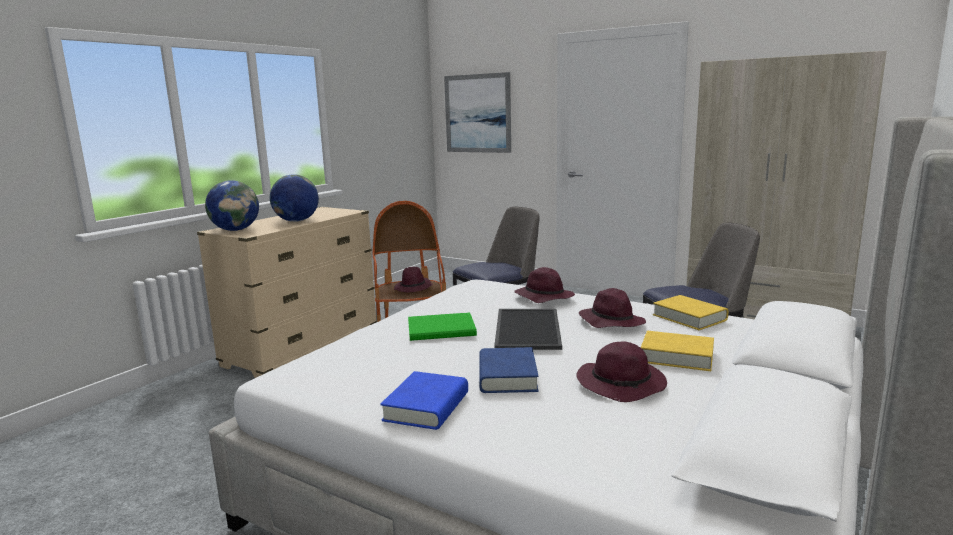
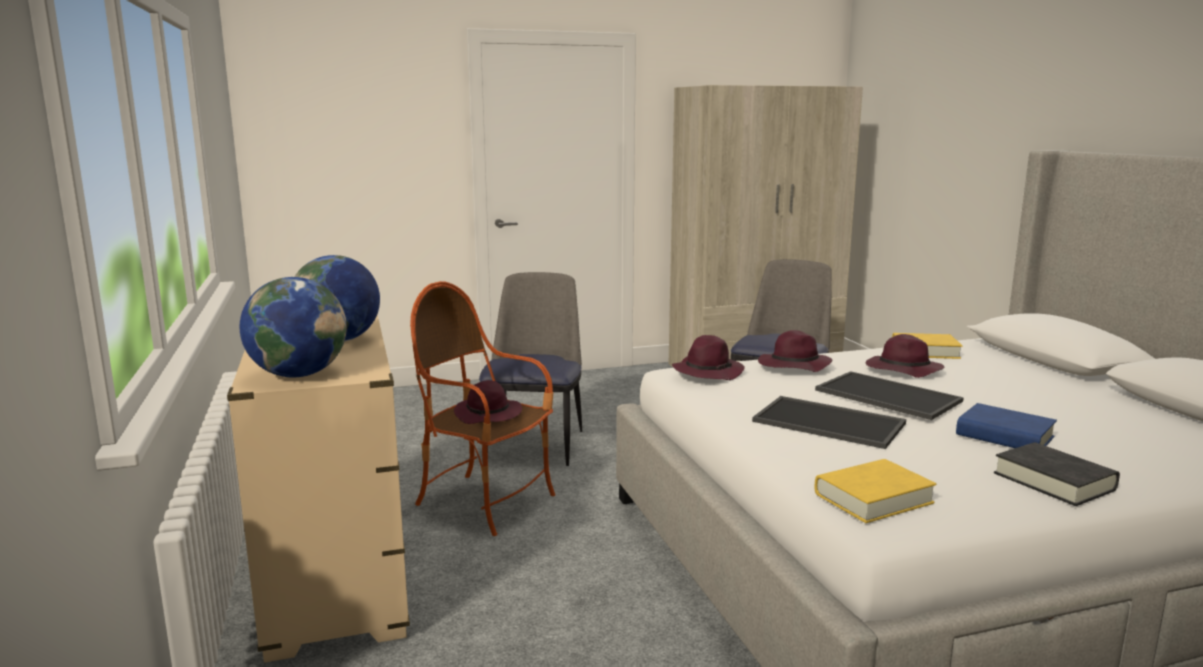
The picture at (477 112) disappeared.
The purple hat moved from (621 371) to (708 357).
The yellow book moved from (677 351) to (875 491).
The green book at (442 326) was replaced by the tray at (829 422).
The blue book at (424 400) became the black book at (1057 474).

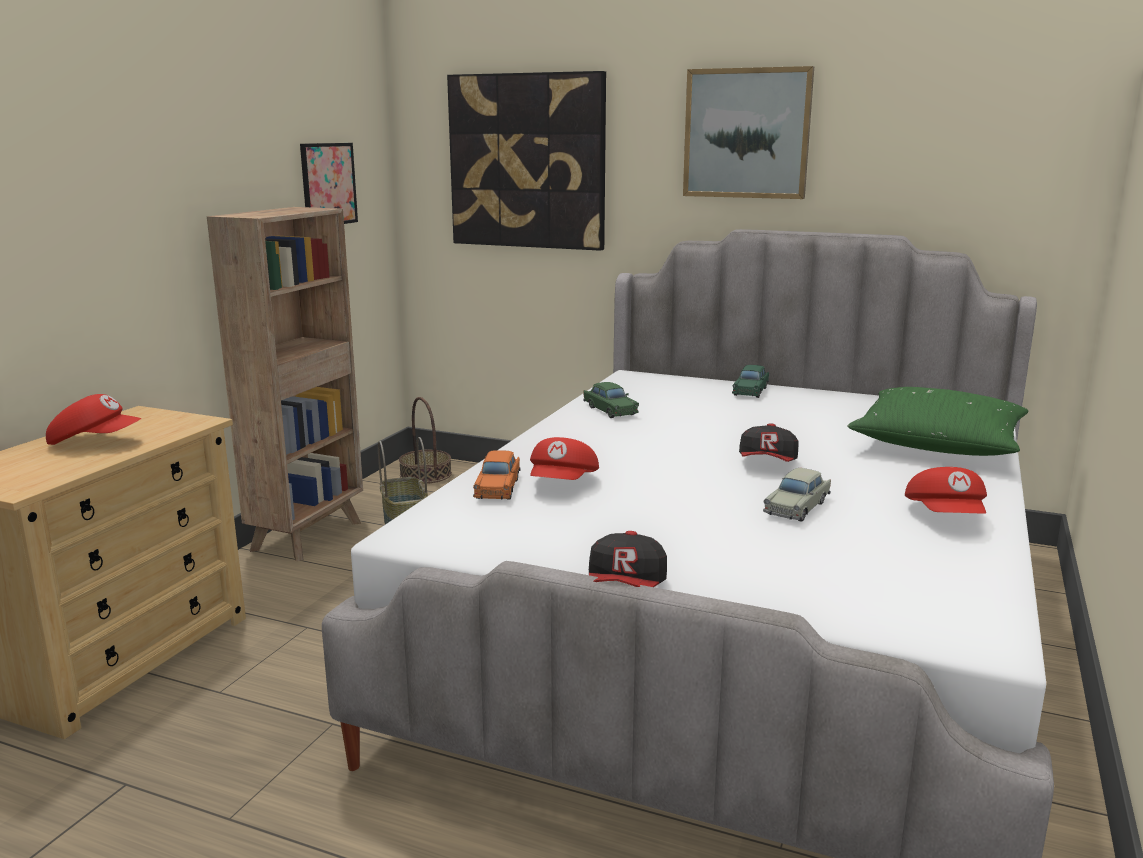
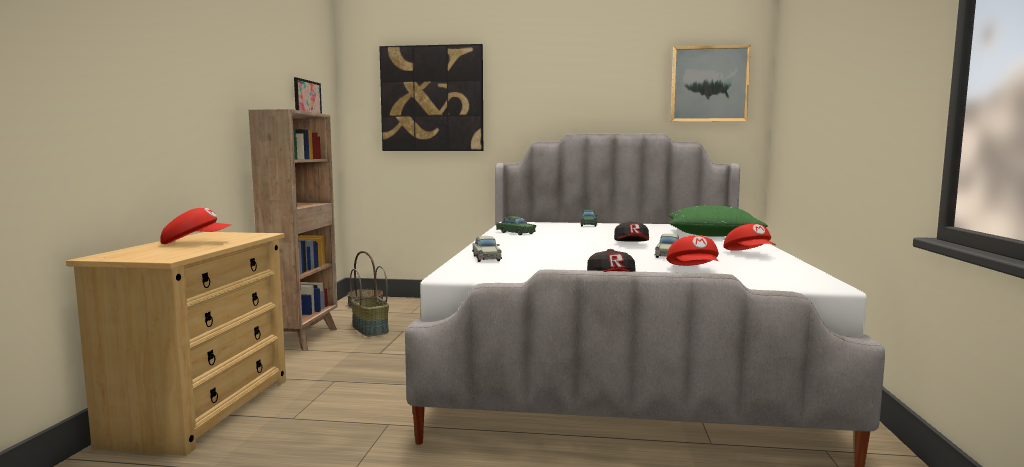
The red cap moved from (564 458) to (692 250).
The picture moved from (748 132) to (710 83).
The orange toy car at (496 475) became the beige toy car at (487 249).

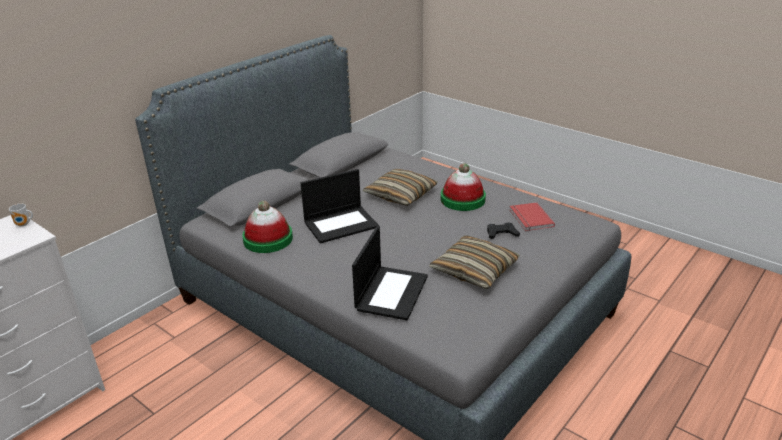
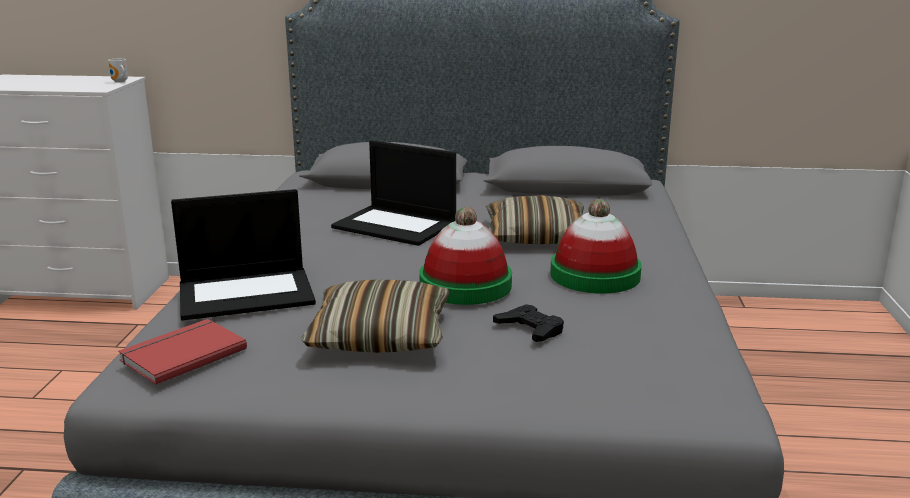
The hat moved from (267 227) to (465 256).
The red book moved from (532 216) to (182 352).

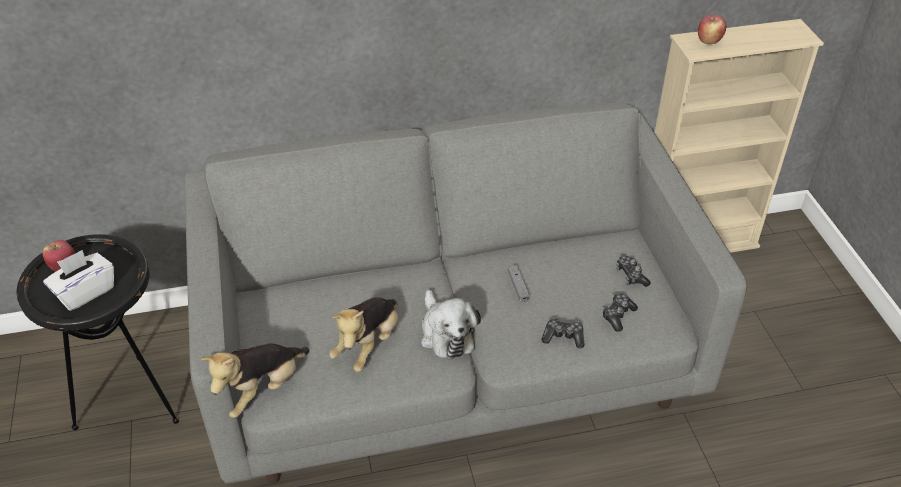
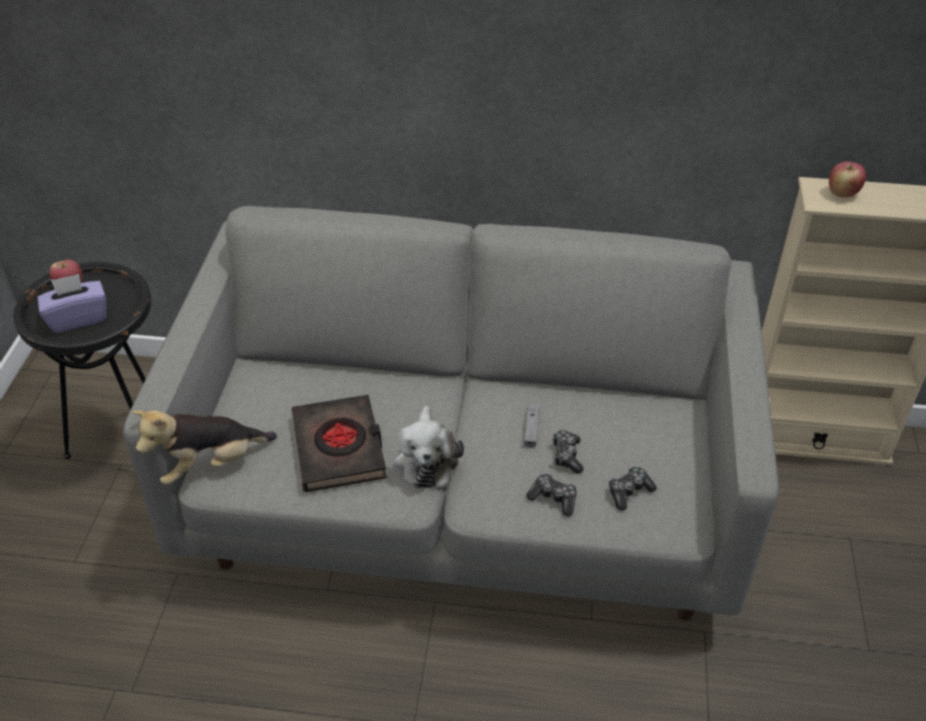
The game controller moved from (633 271) to (567 451).
The plush toy at (364 334) was replaced by the black book at (339 443).
The white tissue box at (78 280) became the purple tissue box at (72 303).

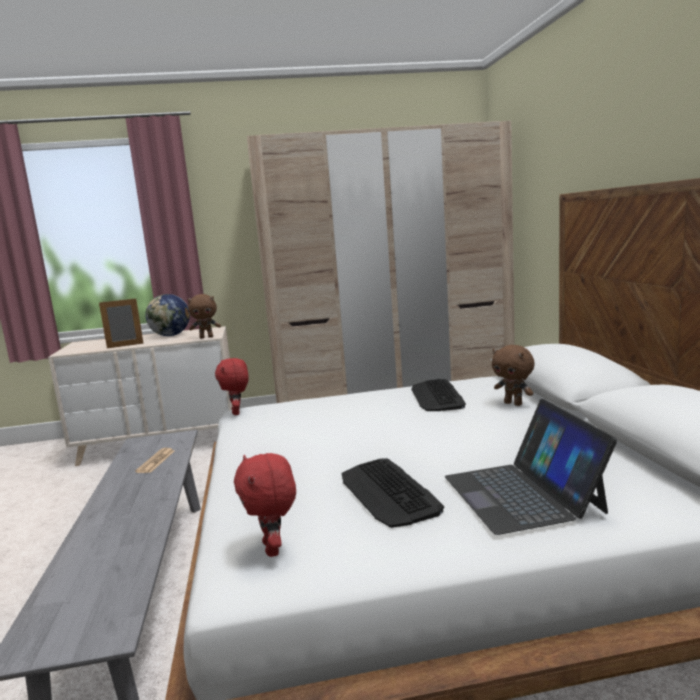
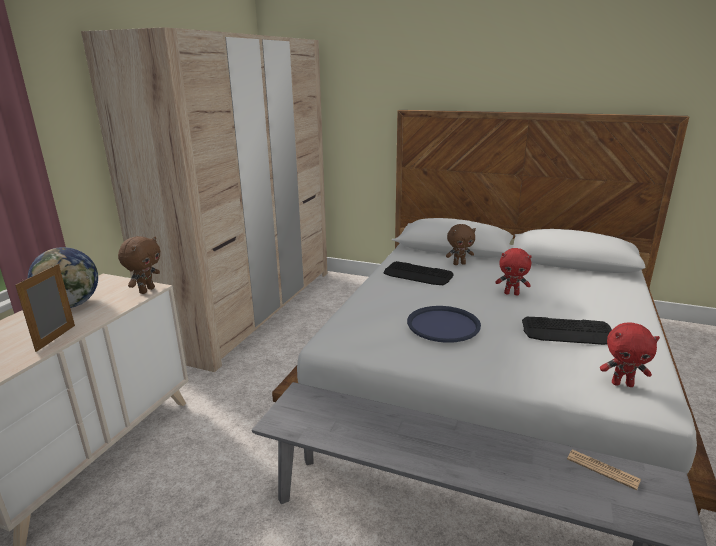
The laptop at (531 467) disappeared.
The blue tray at (444 324) appeared.
The newspaper moved from (154 460) to (604 469).
The red plush toy moved from (232 386) to (514 271).

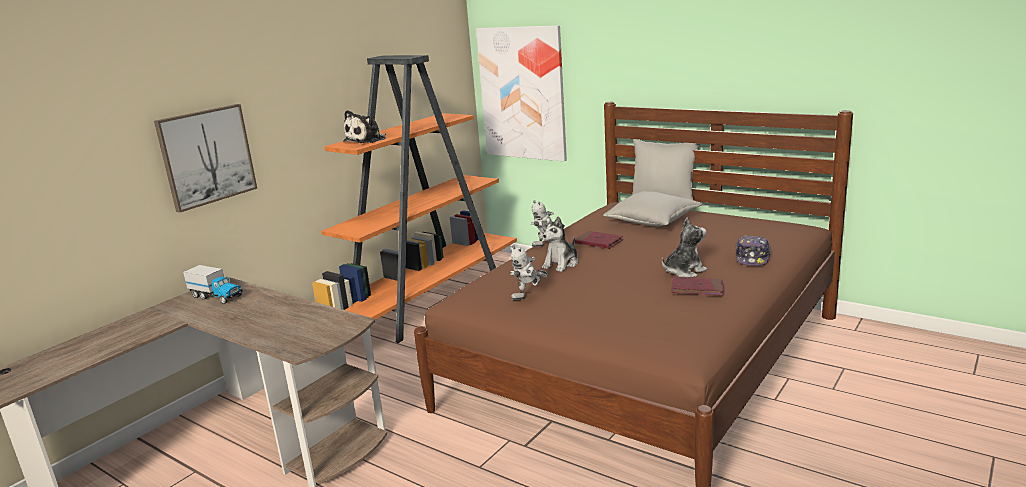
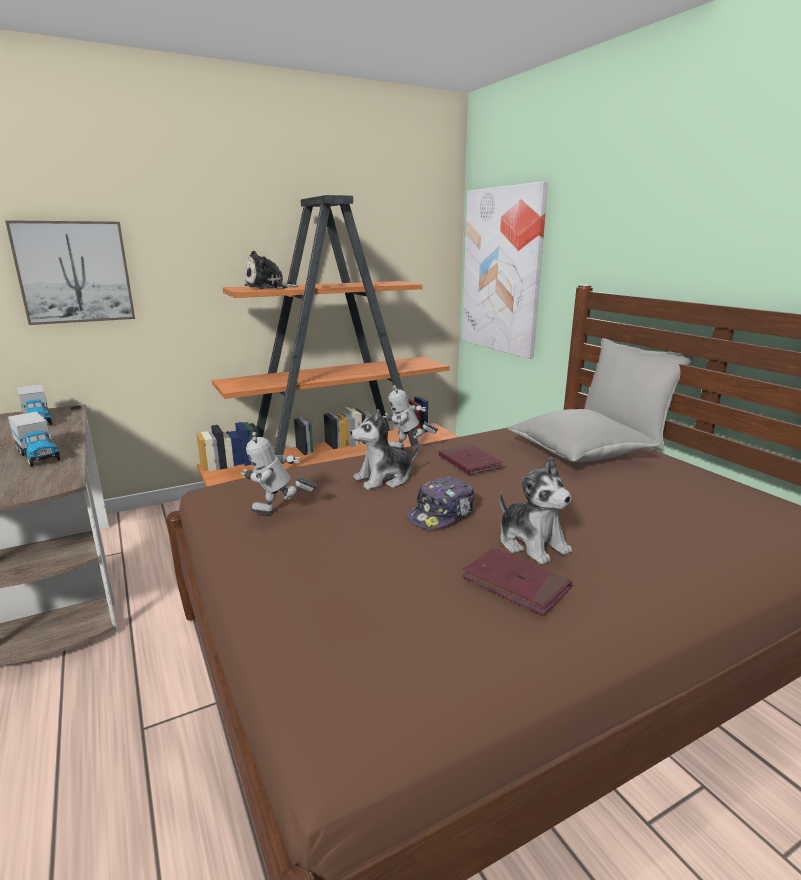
The toy truck at (34 439) appeared.
The cap moved from (753 250) to (440 503).
The plush toy at (684 247) turned 60 degrees clockwise.

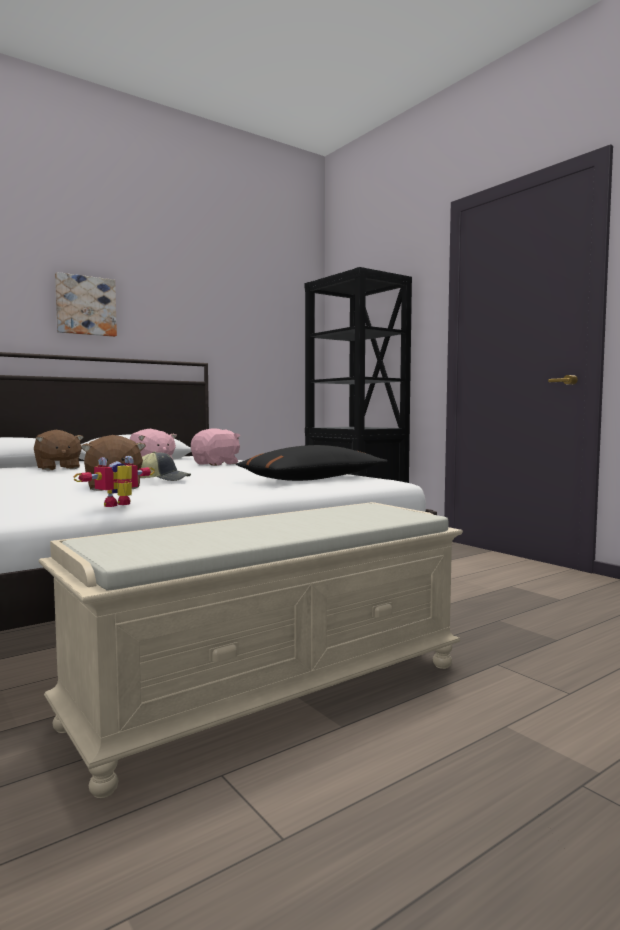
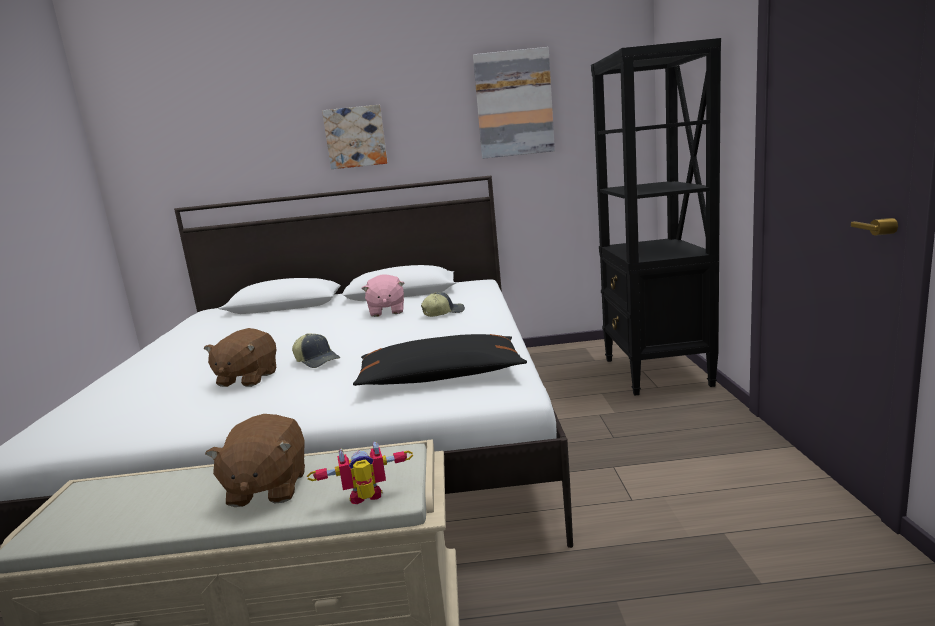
The picture at (514 103) appeared.
The brown plush toy moved from (59 450) to (255 460).
The toy robot moved from (114 481) to (360 473).
The pink plush toy at (215 447) was replaced by the cap at (443 304).

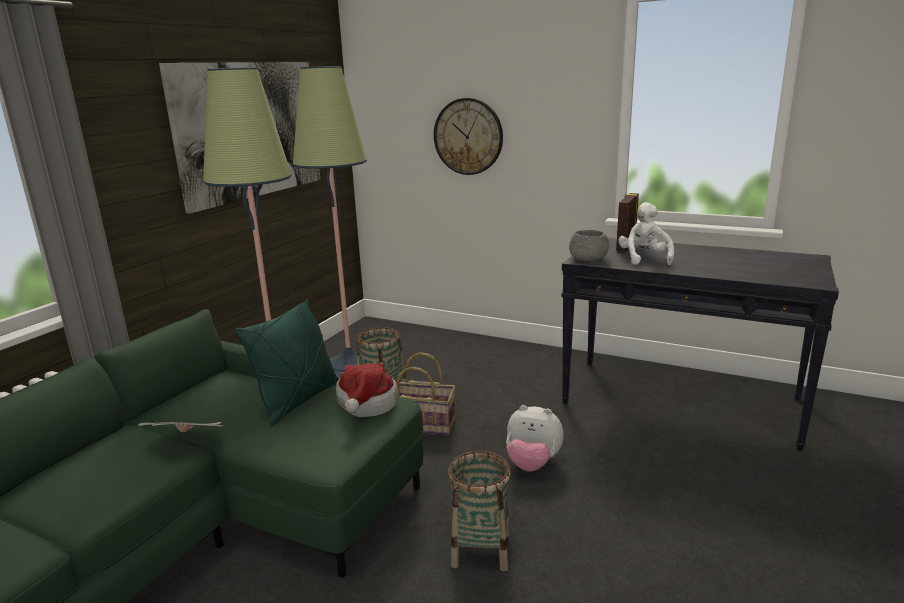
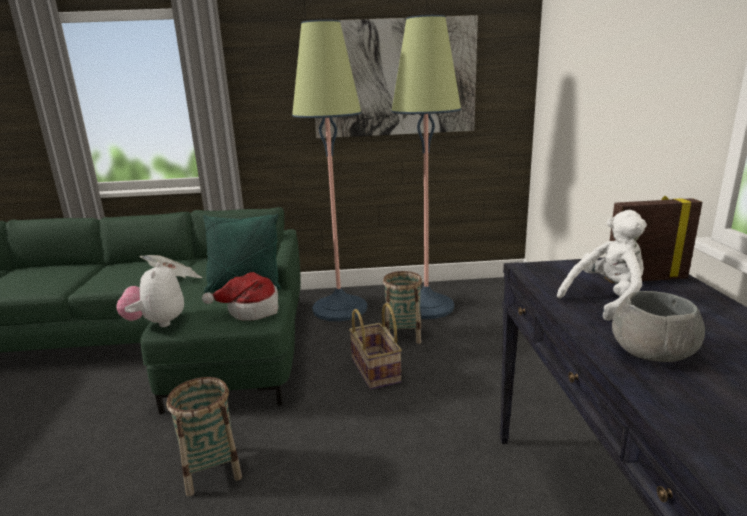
The wall clock at (468 136) disappeared.
The plush toy moved from (535 438) to (150 294).
The grey bowl moved from (589 246) to (658 326).

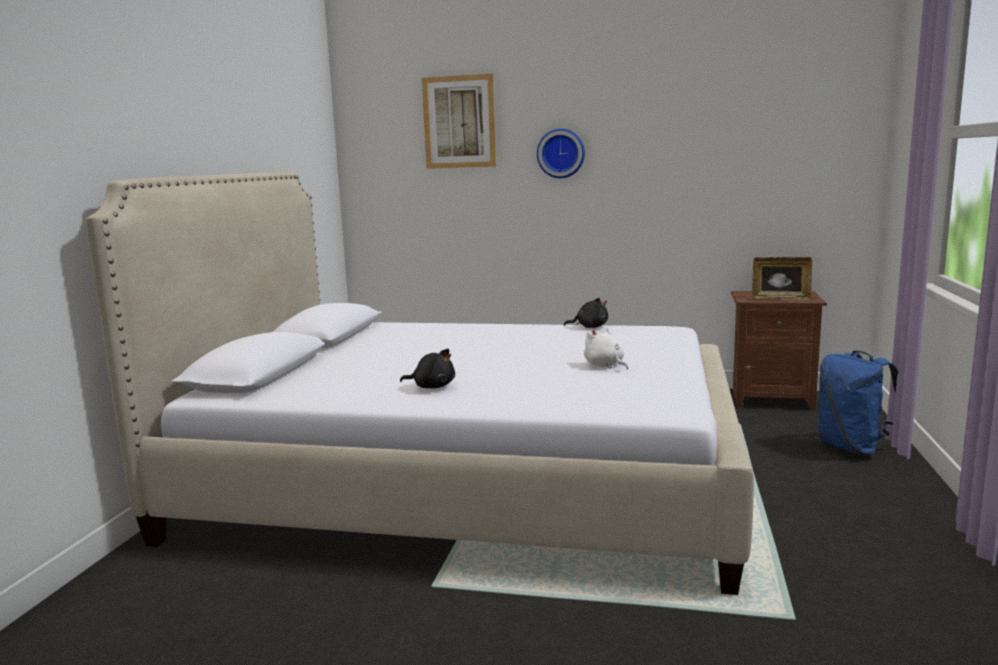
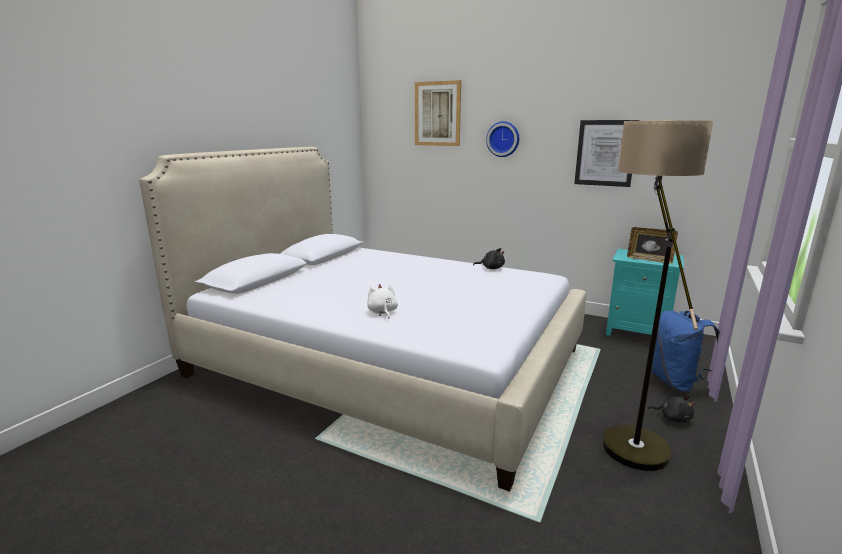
The picture at (606 153) appeared.
The floor lamp at (657 295) appeared.
The black plush toy moved from (427 368) to (671 409).
The white plush toy moved from (606 348) to (382 301).
The brown nightstand at (779 351) became the turquoise nightstand at (645 292).

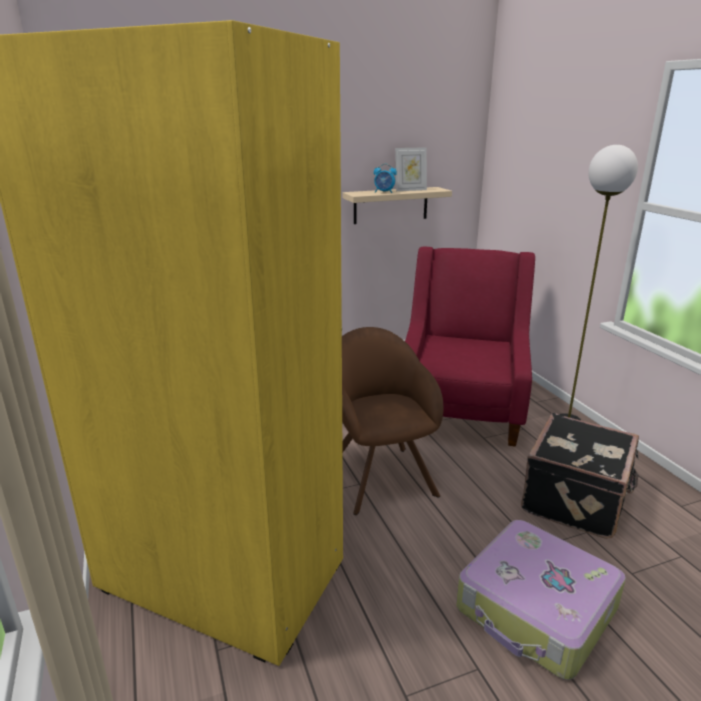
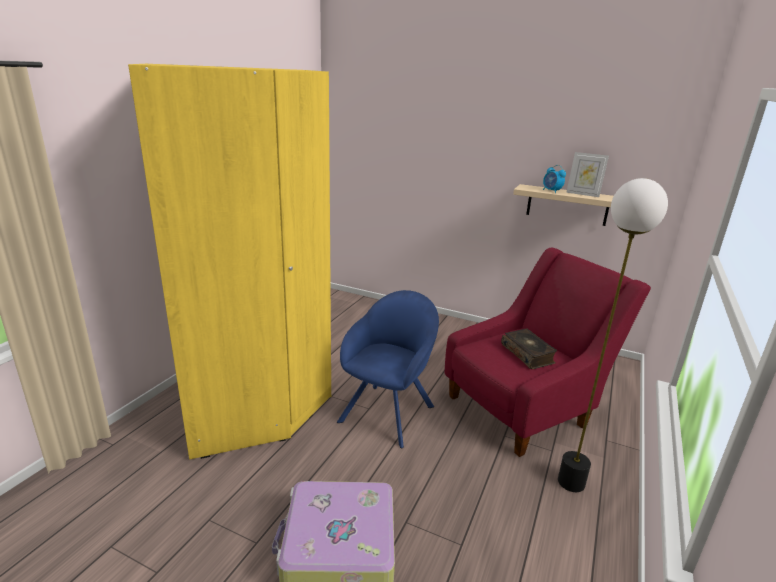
The black suitcase at (580 476) disappeared.
The book at (529 349) appeared.
The brown armchair at (392 421) became the blue armchair at (388 369).

